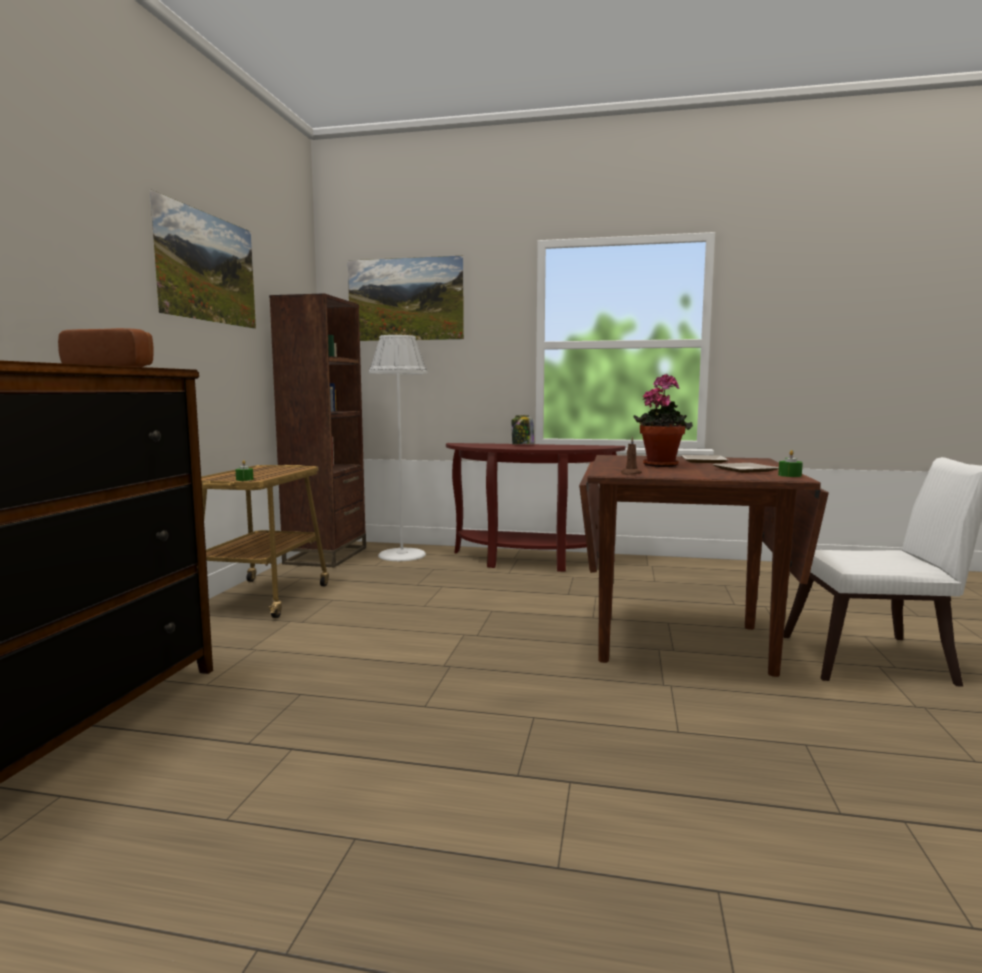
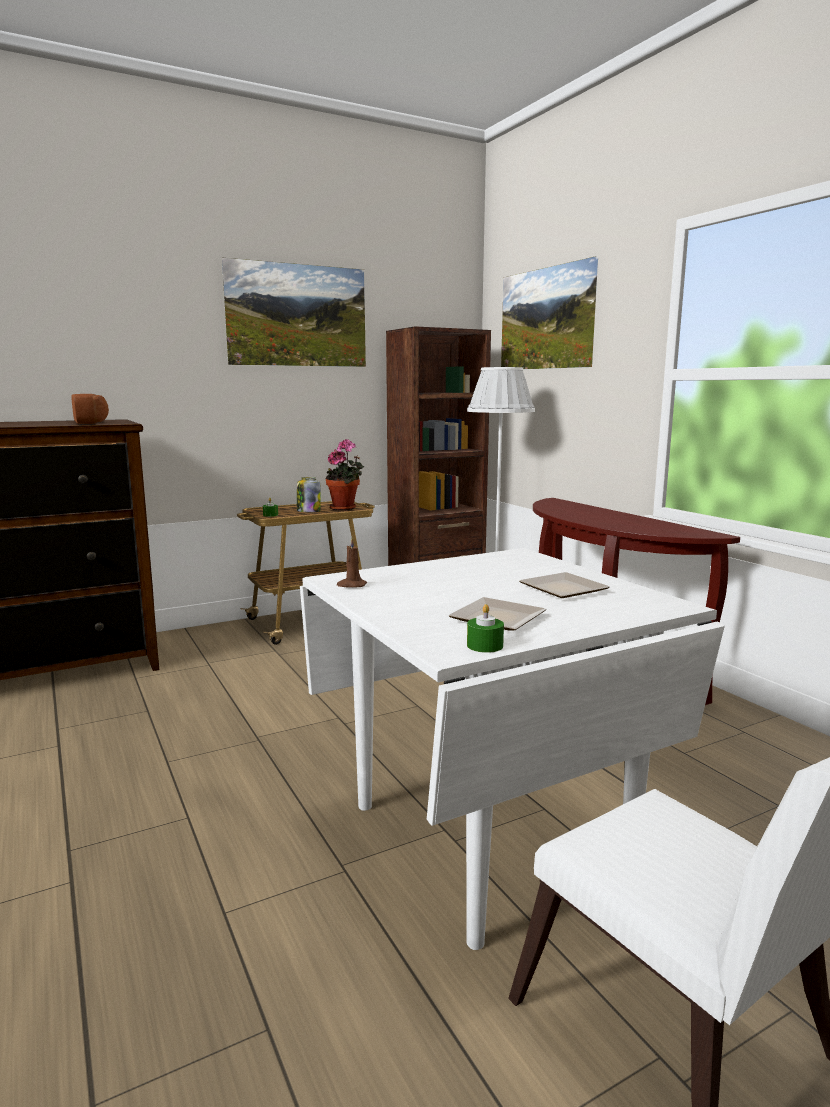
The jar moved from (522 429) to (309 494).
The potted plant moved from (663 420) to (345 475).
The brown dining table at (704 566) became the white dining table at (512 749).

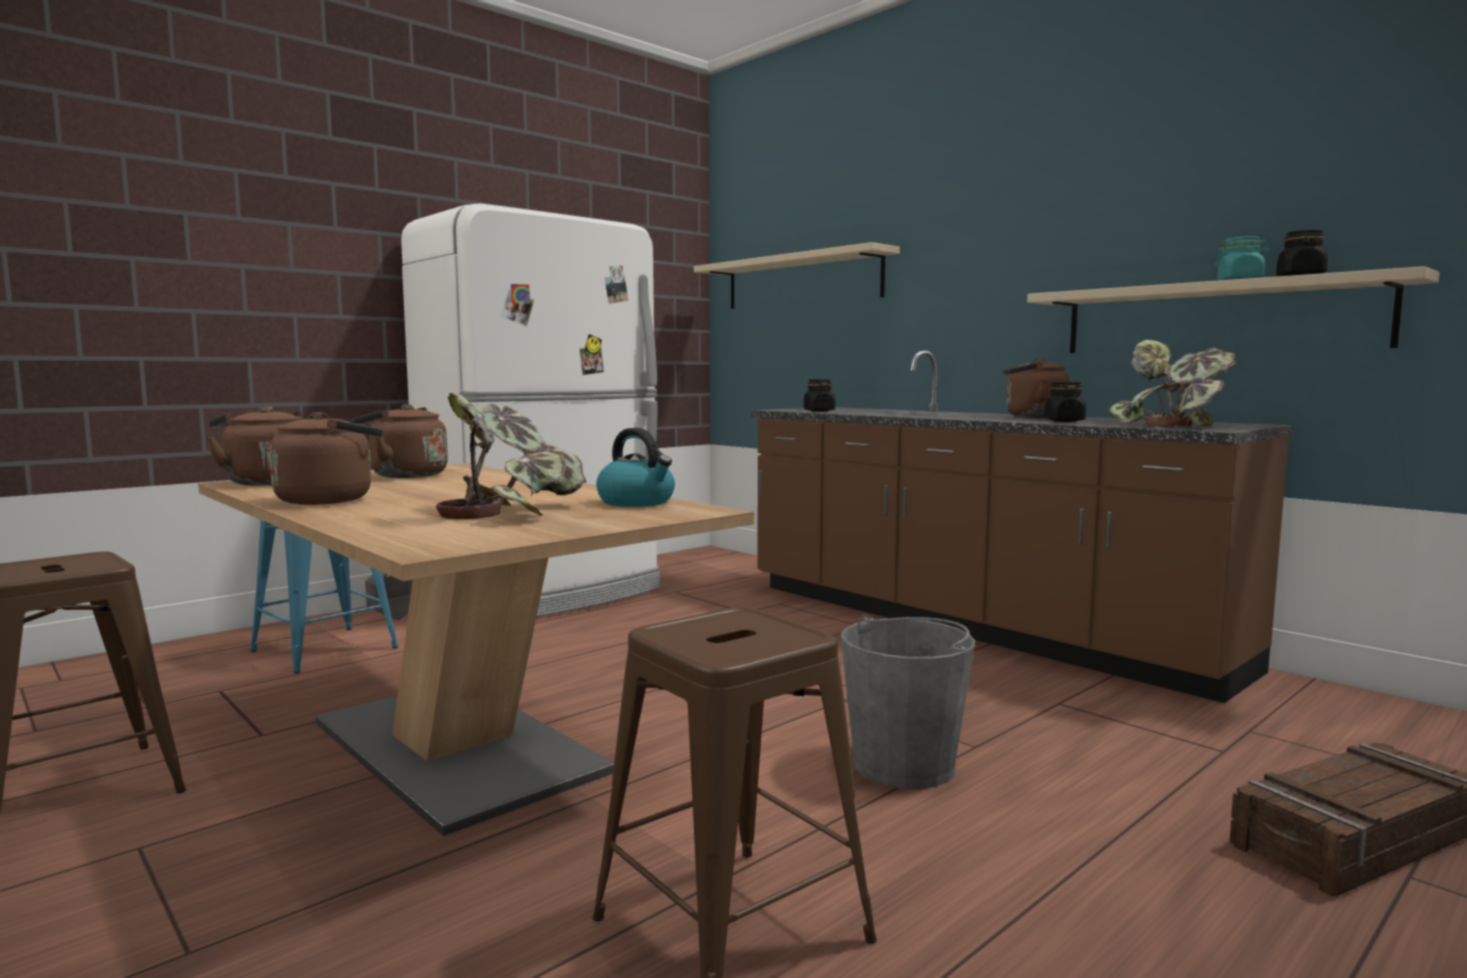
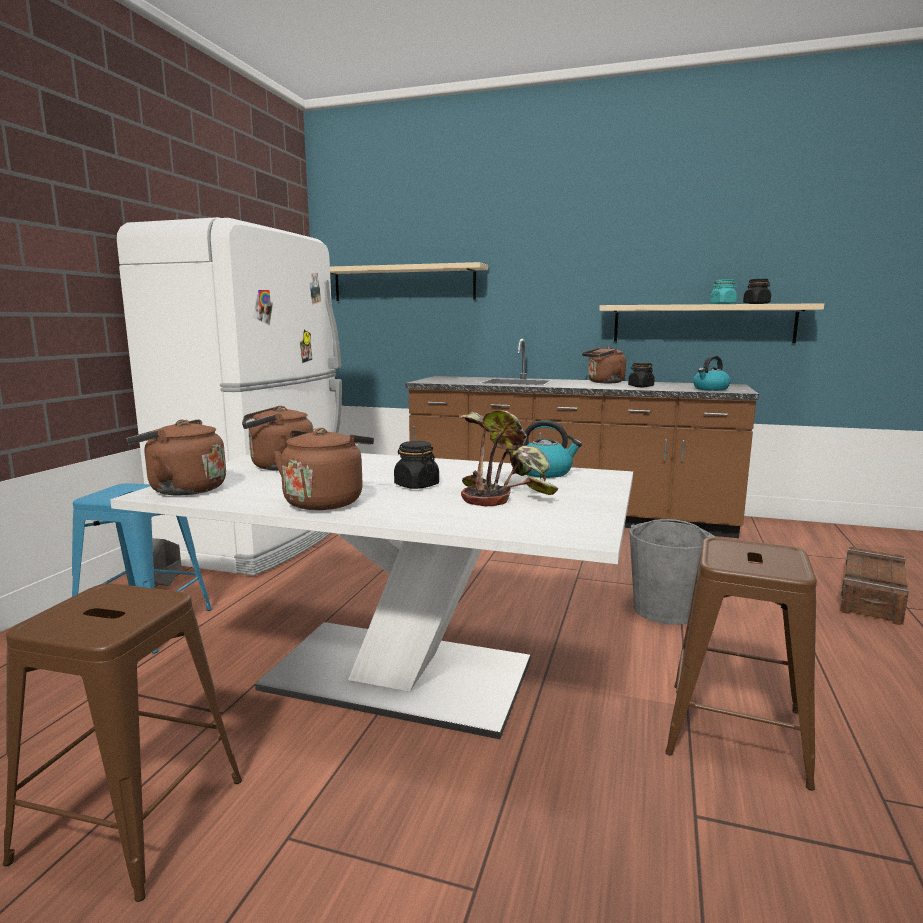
The black jar moved from (819 395) to (416 465).
The potted plant at (1172 383) was replaced by the kettle at (712 373).
The brown dining table at (476 649) became the white dining table at (371 596).

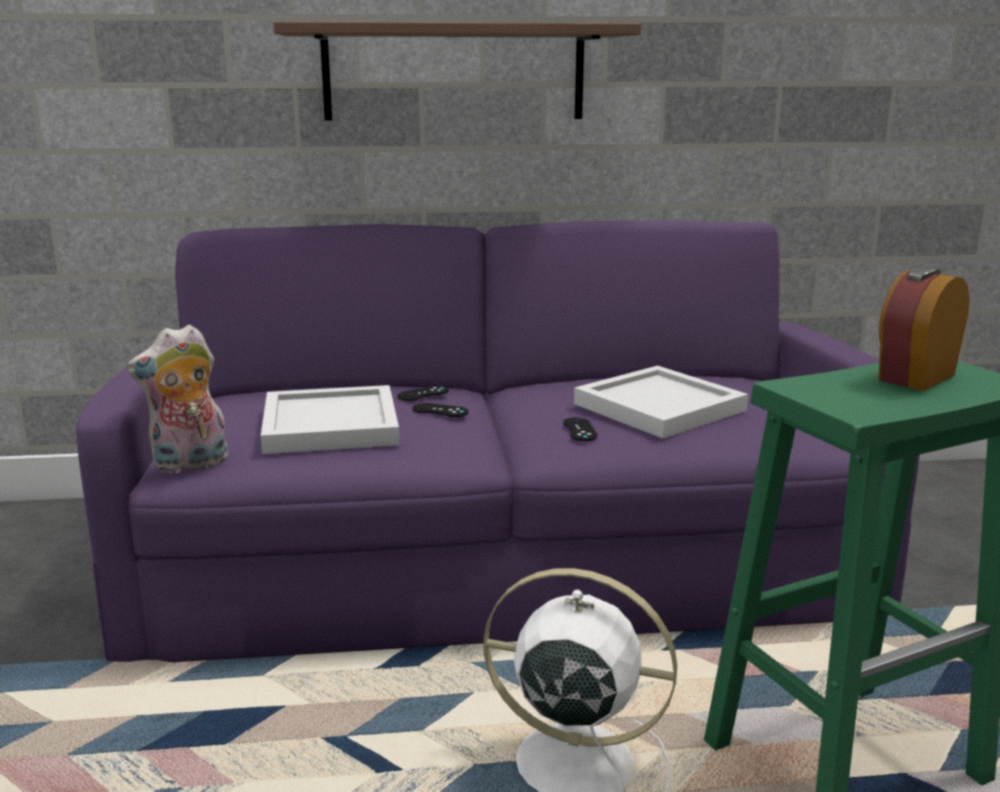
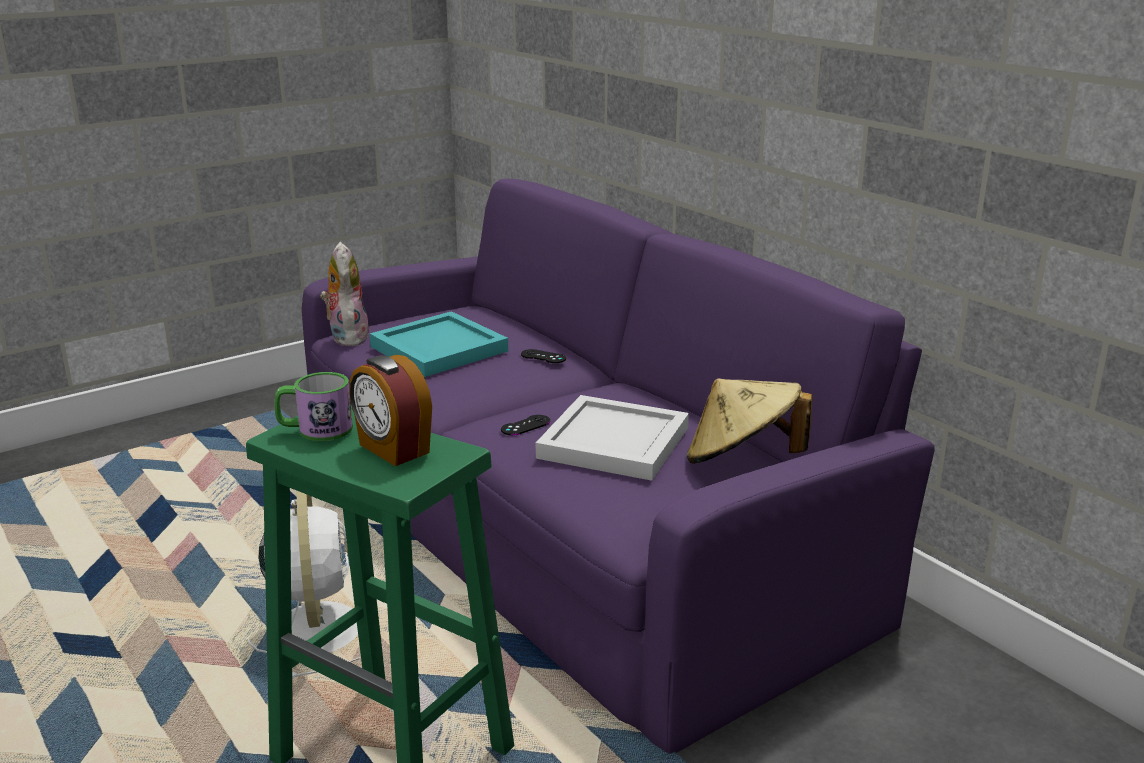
The shelf at (457 71) disappeared.
The black game controller at (441 410) disappeared.
The mug at (313 406) appeared.
The beige hat at (750 421) appeared.
The white tray at (330 419) became the turquoise tray at (439 344).
The plush toy at (177 399) turned 45 degrees clockwise.
The alarm clock at (924 328) turned 150 degrees counterclockwise.

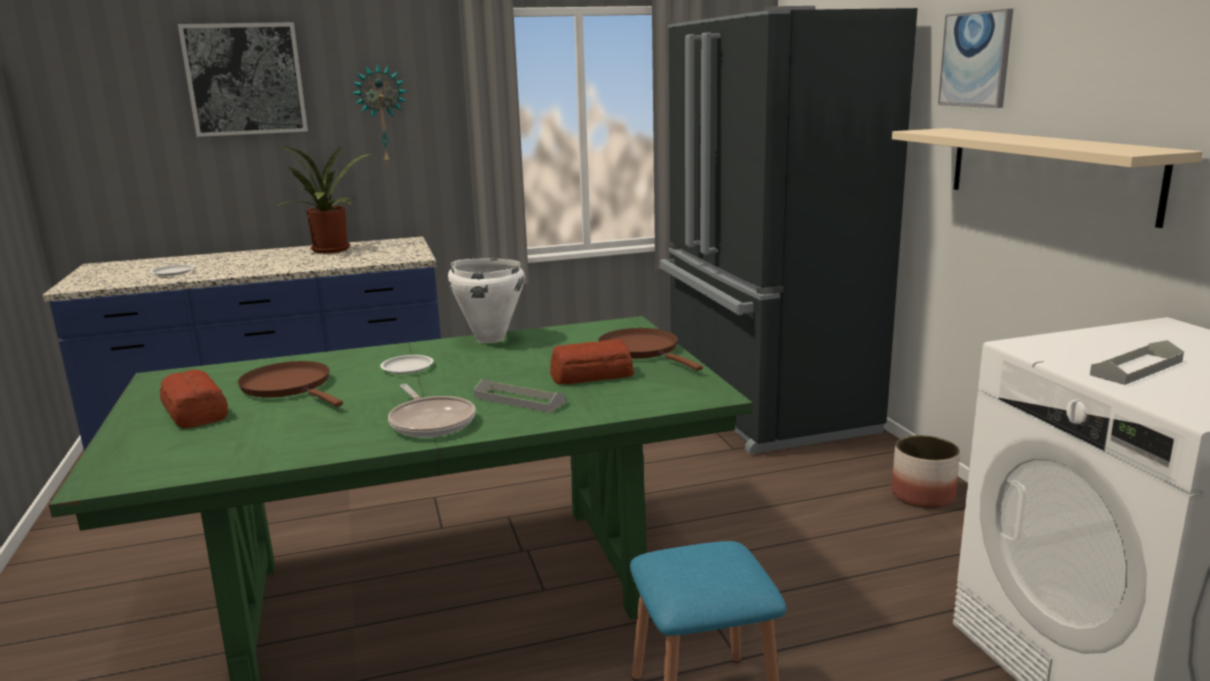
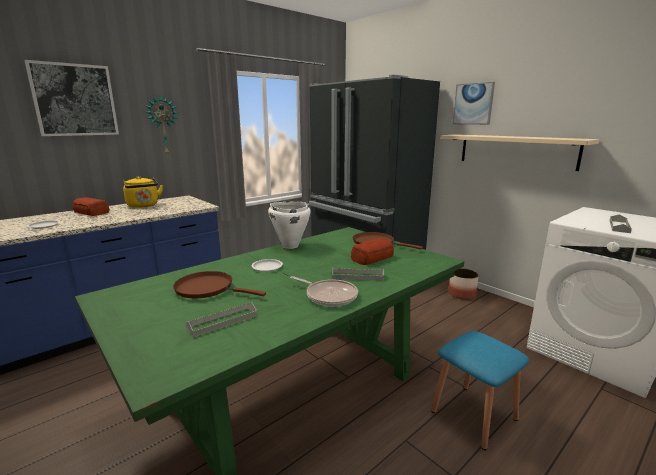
The grey tray at (221 319) appeared.
The bread moved from (193 398) to (91 206).
The potted plant at (323 199) was replaced by the yellow kettle at (143 192).

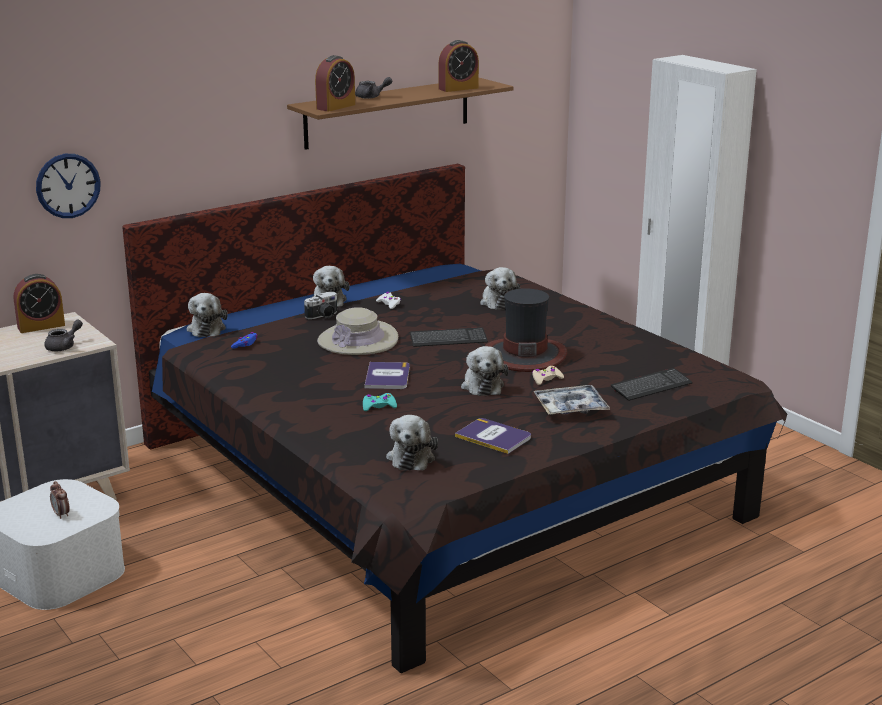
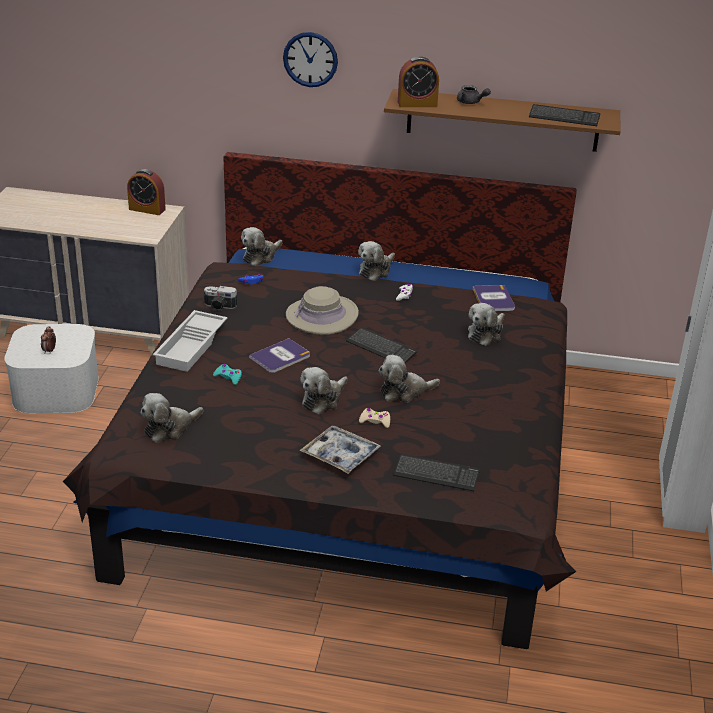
The grey teapot at (64 335) disappeared.
The white tray at (190 341) appeared.
The wall clock moved from (68 186) to (310 59).
The photo camera moved from (320 305) to (220 298).
The book moved from (493 436) to (494 298).
The alarm clock at (459 66) was replaced by the keyboard at (564 115).
The hat at (526 330) was replaced by the plush toy at (409 379).

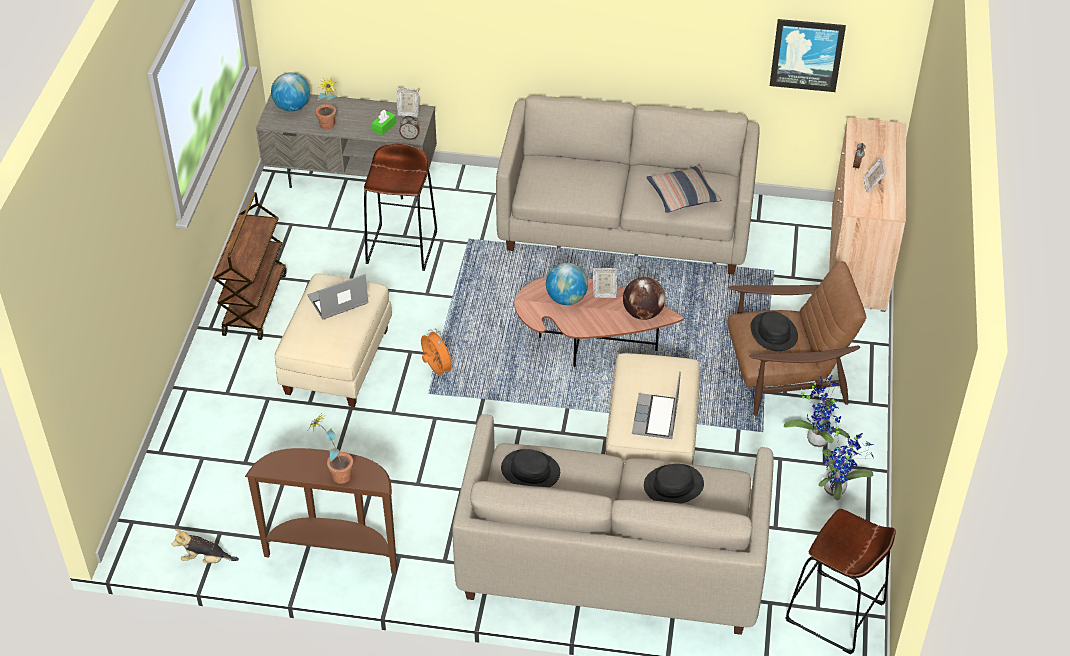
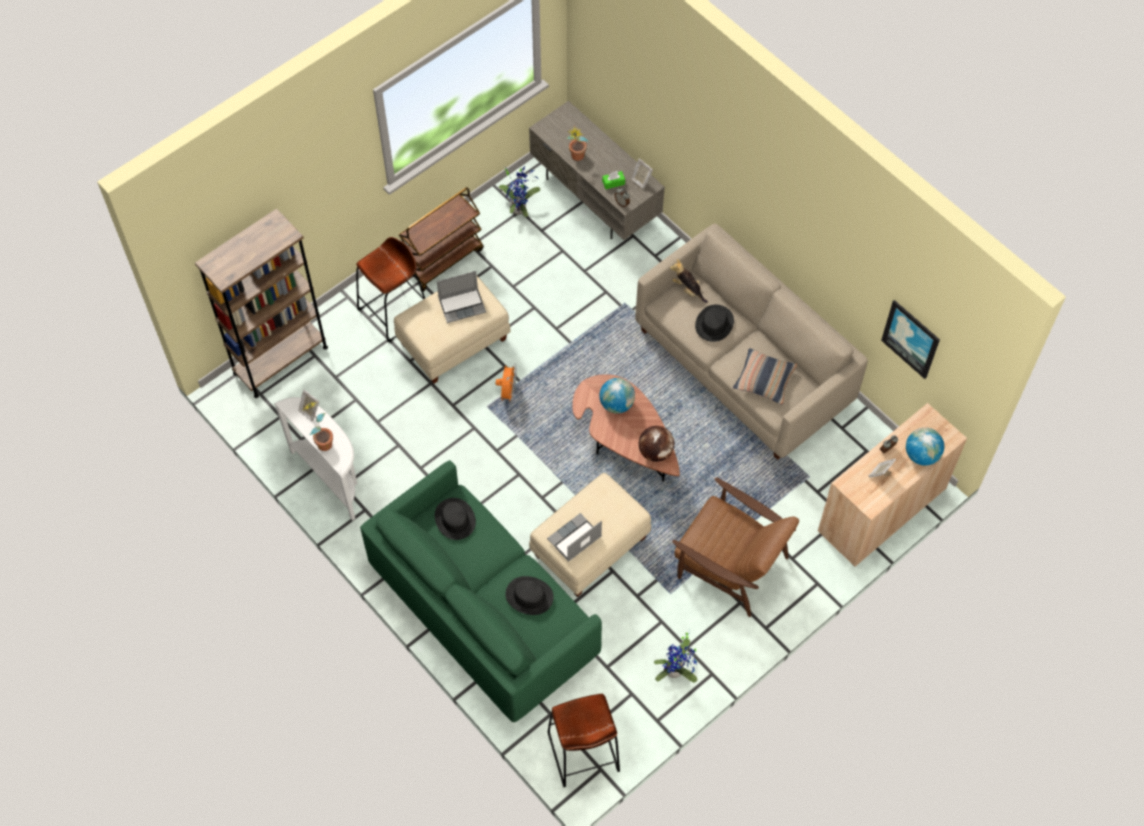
The brown bookcase at (261 303) appeared.
The plush toy moved from (205 546) to (689 281).
The globe moved from (290 92) to (925 447).
The brown stool moved from (400 207) to (390 289).
The picture frame moved from (605 283) to (308 405).
The black hat moved from (774 331) to (714 323).
The potted plant moved from (816 411) to (519 191).
The brown console table at (321 511) became the white console table at (315 459).
The beige sofa at (613 524) became the green sofa at (481 591).
The laptop at (338 296) turned 150 degrees clockwise.

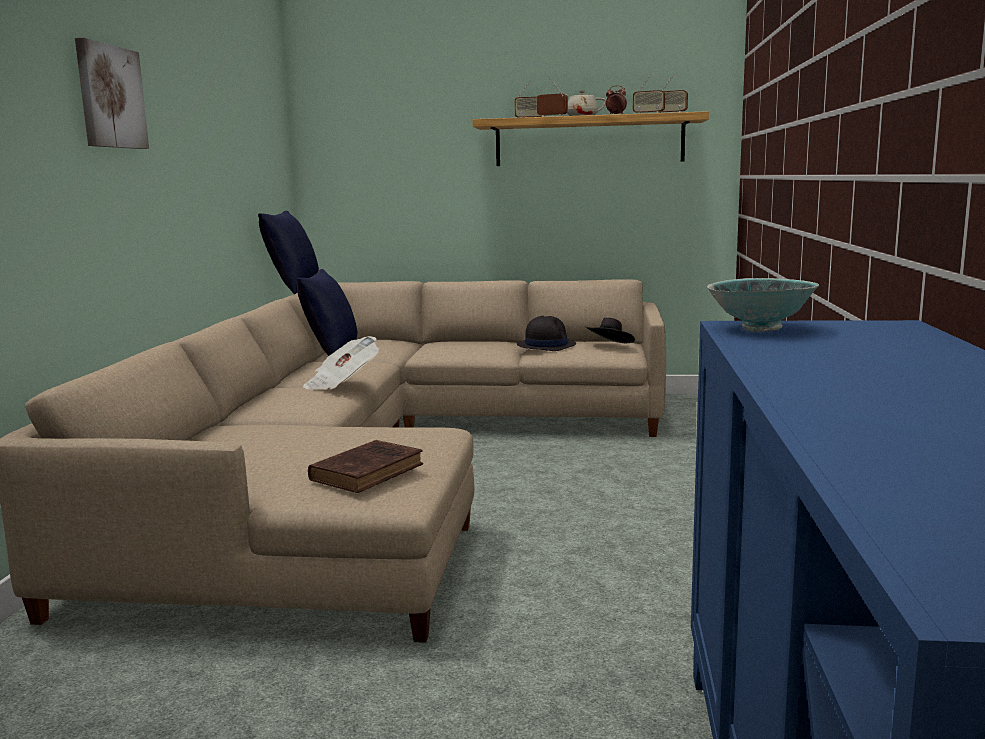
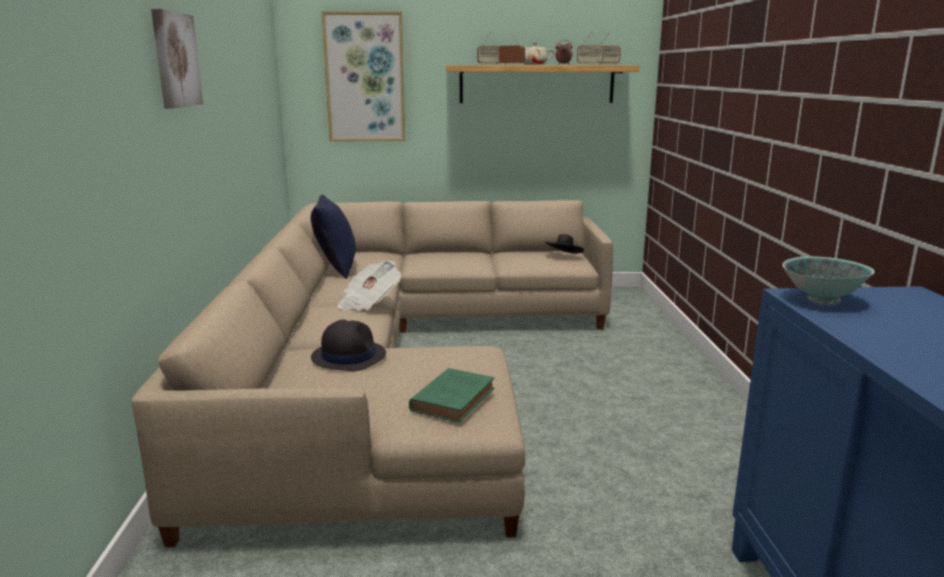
The blue pillow at (288 252) disappeared.
The picture at (364 76) appeared.
The black hat moved from (546 333) to (348 345).
The brown book at (365 466) became the green book at (451 395).

